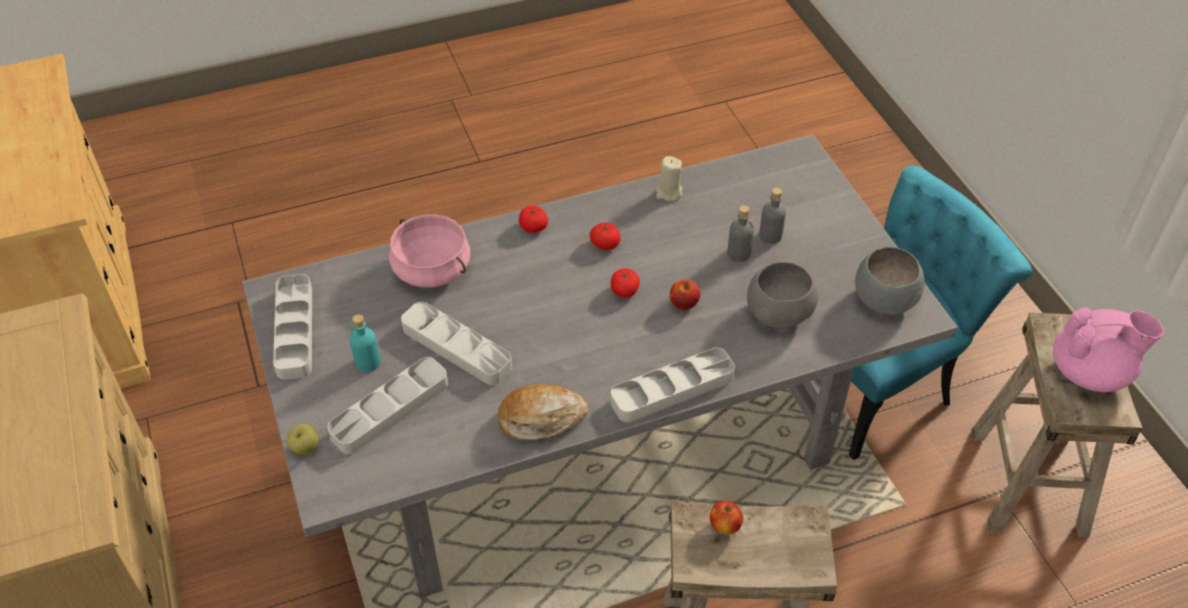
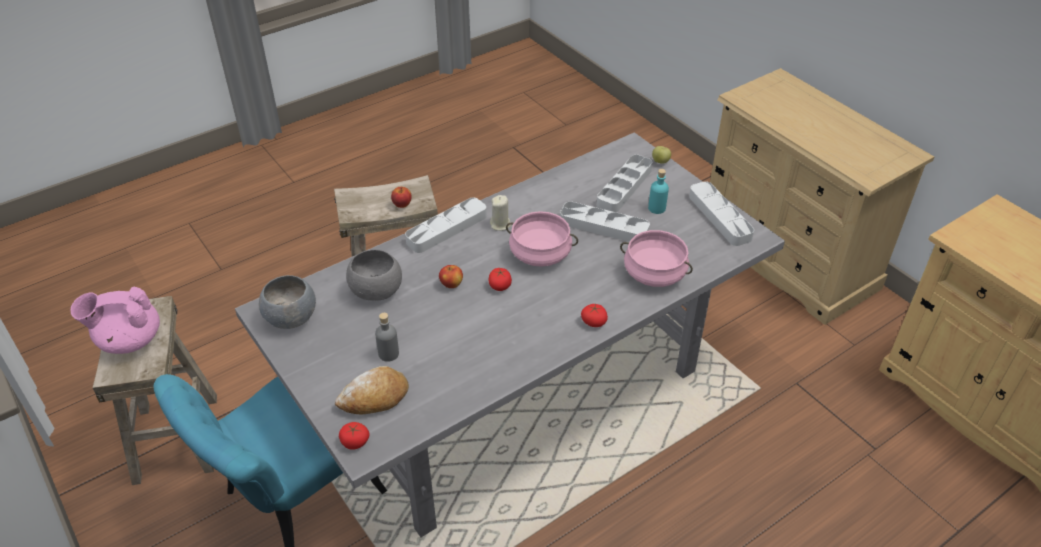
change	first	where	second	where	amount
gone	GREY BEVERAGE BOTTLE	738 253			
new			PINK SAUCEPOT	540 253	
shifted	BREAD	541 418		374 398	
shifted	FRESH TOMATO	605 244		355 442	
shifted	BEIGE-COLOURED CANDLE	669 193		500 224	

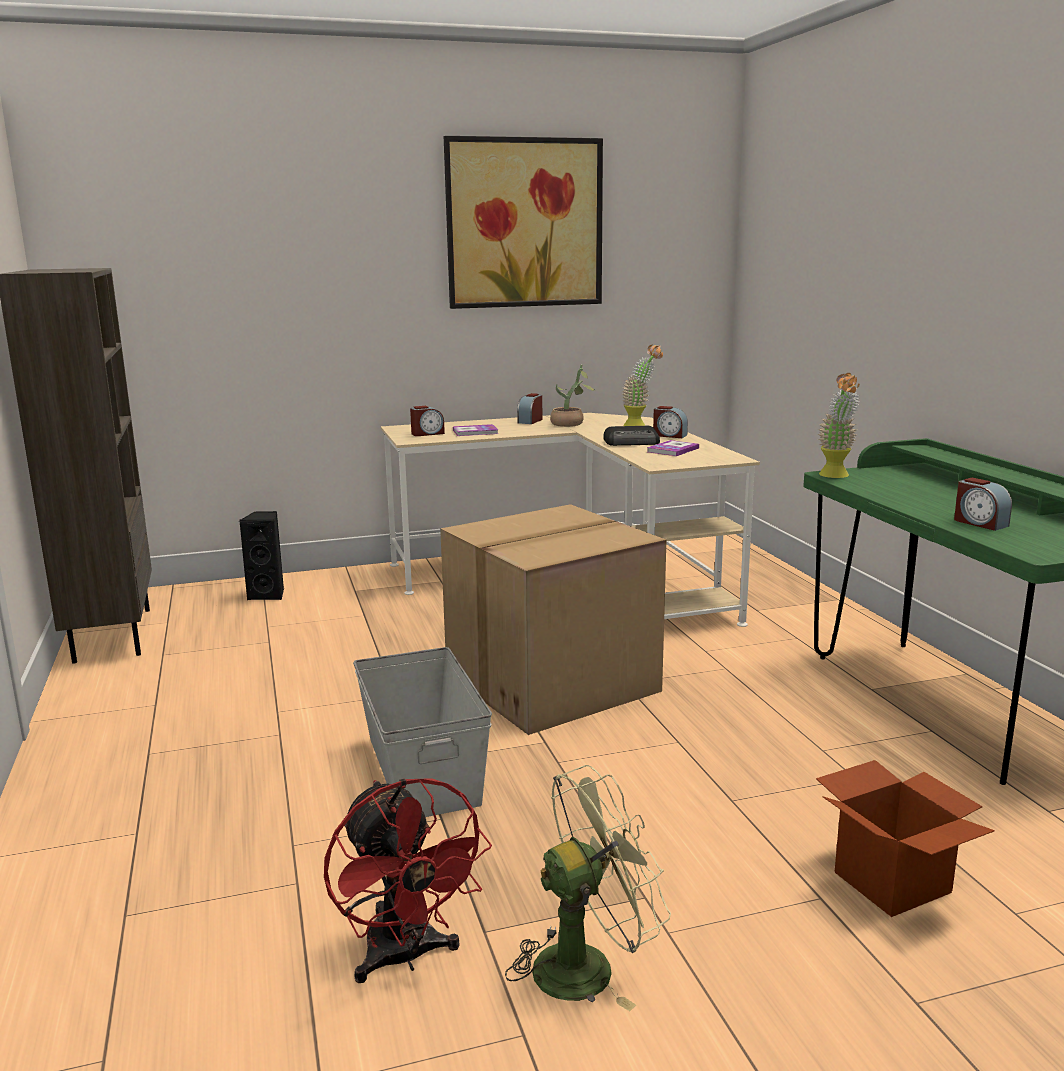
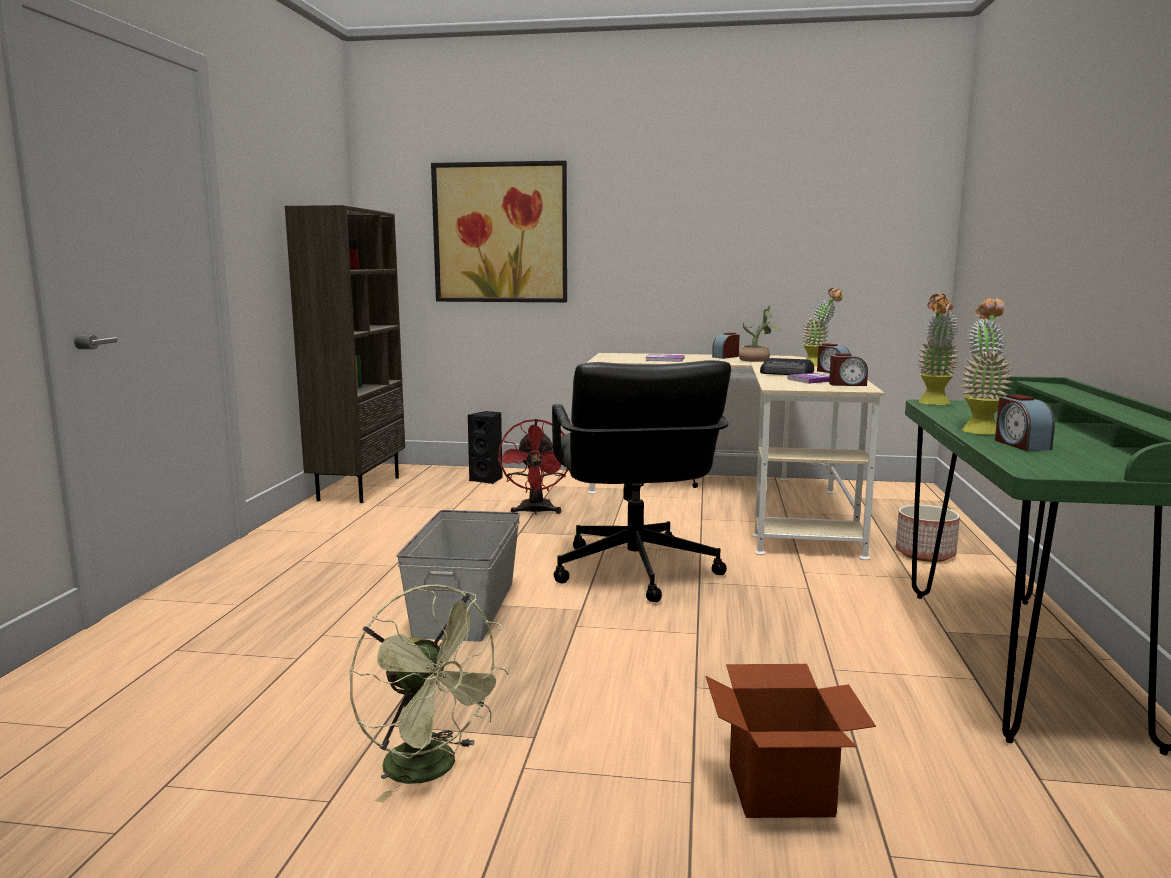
change	first	where	second	where	amount
new			FLOWER POT	926 554	
new			HOUSEPLANT	979 429	
shifted	RED COOLING FAN	405 958		536 512	
shifted	TABLE CLOCK	427 433		847 384	
shifted	PICTURE	524 223		500 233	
swapped	PACKING BOX	551 684	BLACK-COLOURED OFFICE CHAIR	634 571	
rotated	GREEN COOLING FAN	587 964		432 770	45 degrees clockwise

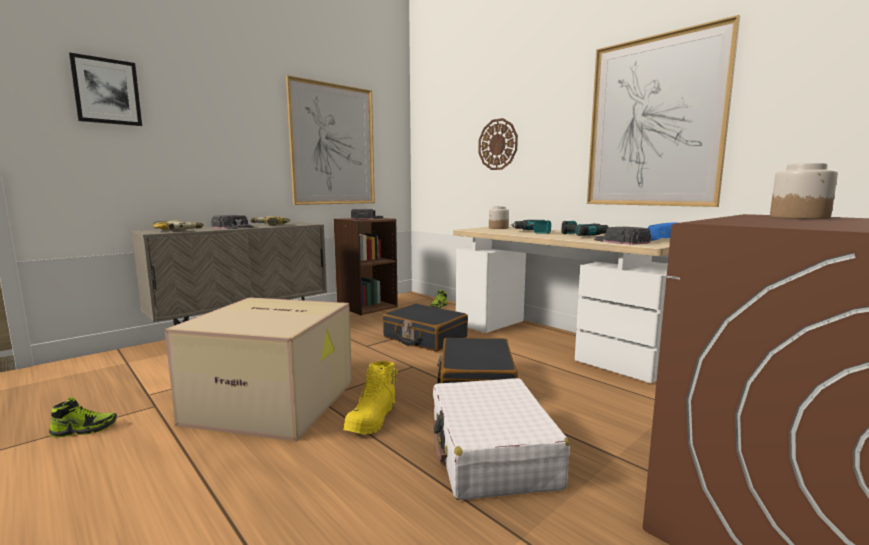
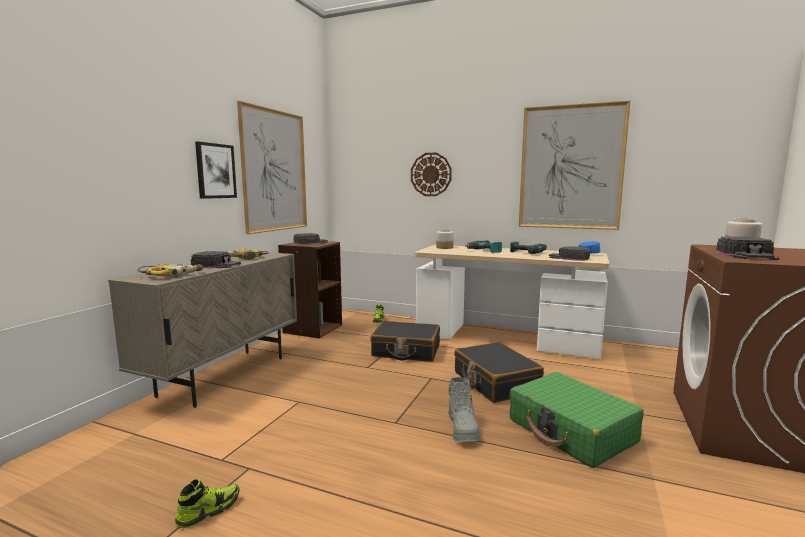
change	first	where	second	where	amount
gone	PACKING BOX	275 401			
new			BLACK-COLOURED CAP	747 255	
shifted	PICTURE	107 91		215 171	
repainted	YELLOWISH HIGH-TOP BOOT	372 420	GREY HIGH-TOP BOOT	463 429	
repainted	WHITE-COLOURED SUITCASE	491 453	GREEN SUITCASE	571 431	

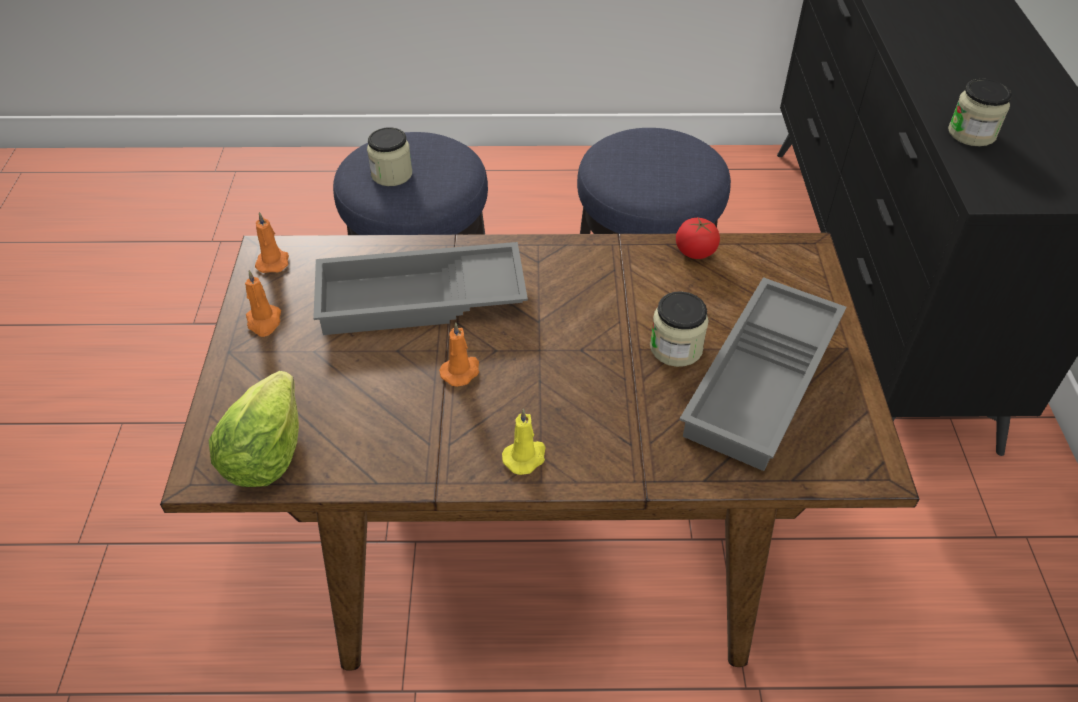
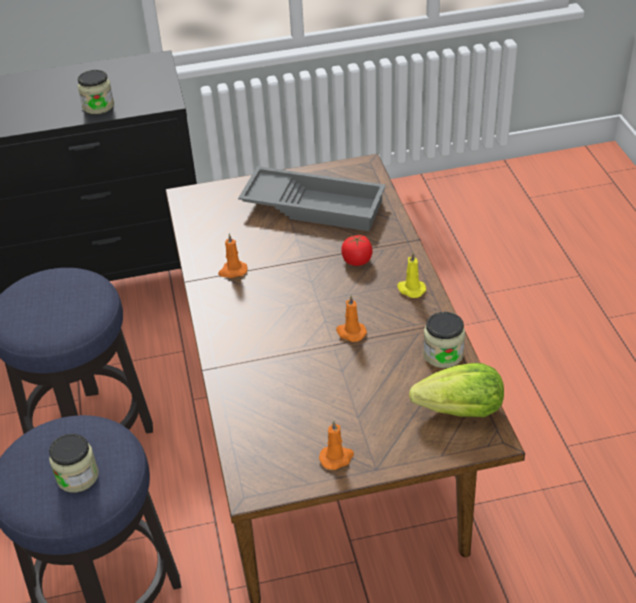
change	first	where	second	where	amount
gone	GREY CARRYING TRAY	420 301			
shifted	ORANGEY CANDLE	273 261		232 271	
shifted	PRESERVE JAR	676 348		443 354	
shifted	FRESH TOMATO	695 251		357 260	

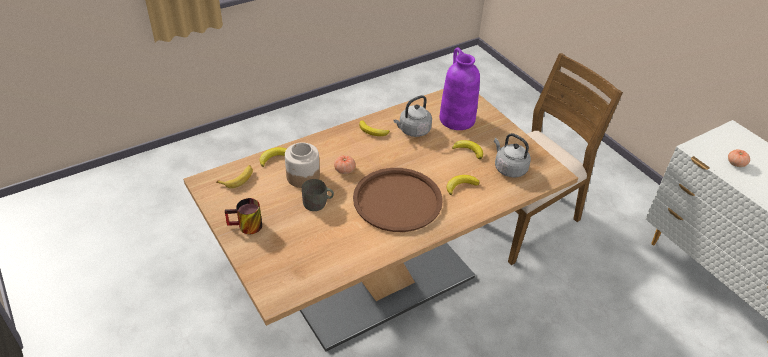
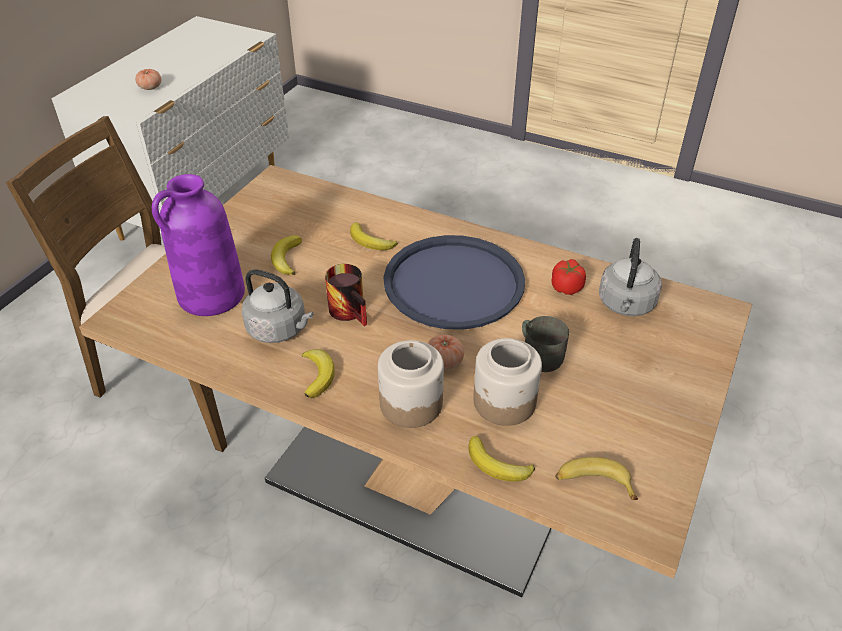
change	first	where	second	where	amount
new			PRESERVE JAR	411 403	
new			FRESH TOMATO	566 287	
shifted	COFFEE MUG	246 227		352 311	
shifted	GREY KETTLE	509 168		626 305	
repainted	BROWNISH CARRYING TRAY	397 200	BLUISH CARRYING TRAY	453 283	

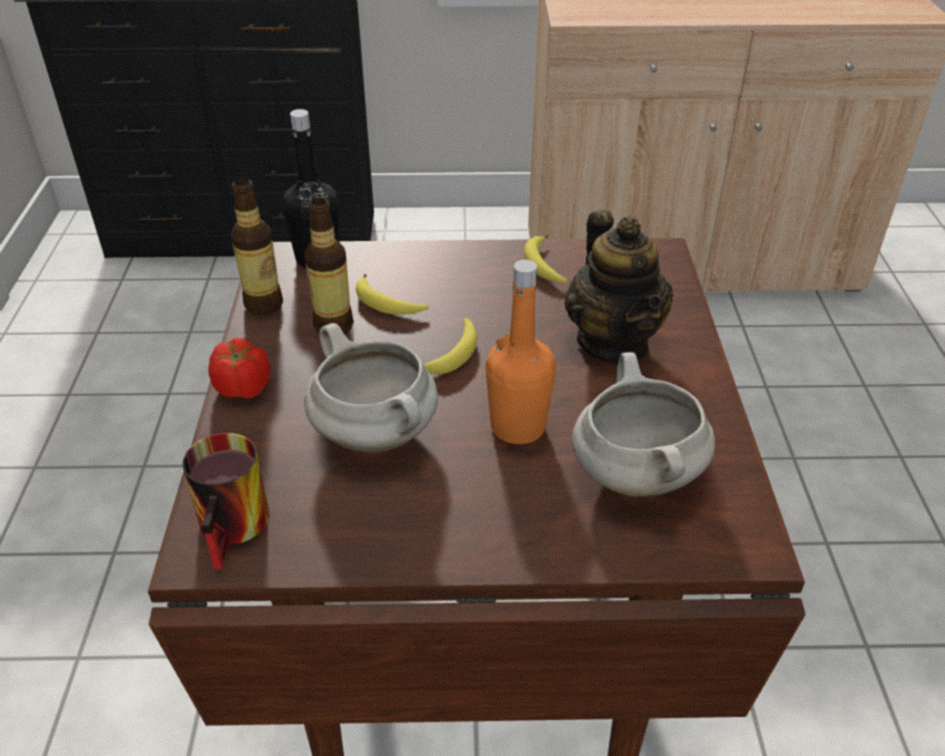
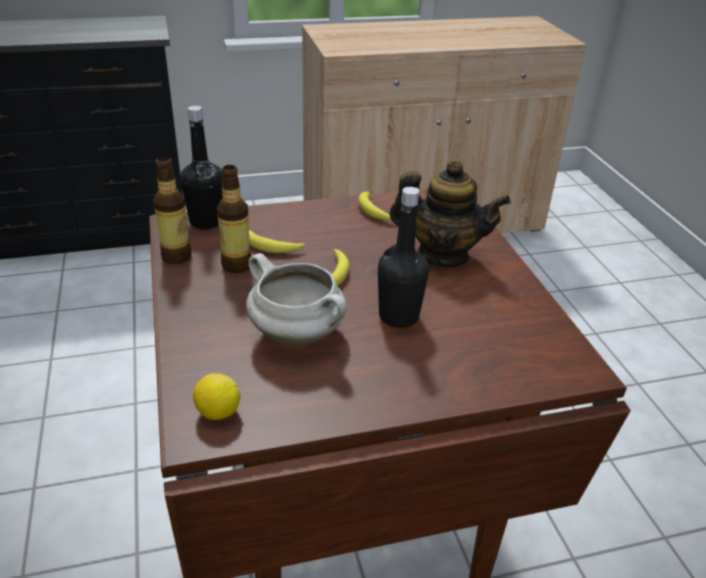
change	first	where	second	where	amount
gone	FRESH TOMATO	243 387			
gone	WHITE-COLOURED SAUCEPOT	634 474			
swapped	COFFEE MUG	238 528	WHOLE LEMON	218 412	
repainted	ORANGEY BEVERAGE BOTTLE	518 426	BLACK-COLOURED BEVERAGE BOTTLE	398 316	
rotated	POT FOR TEA	613 342		442 255	45 degrees counterclockwise

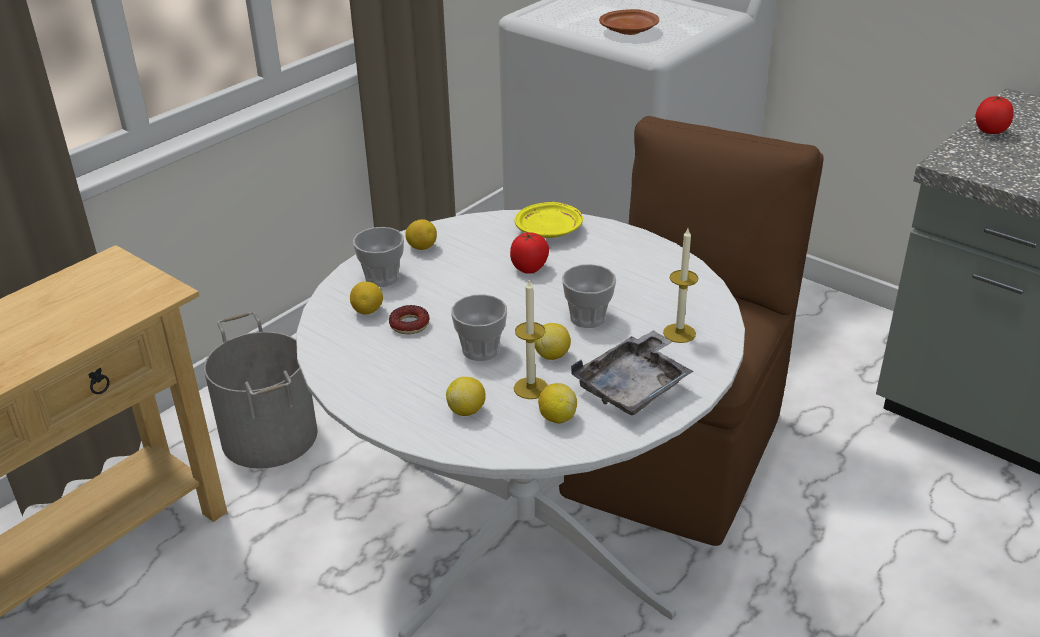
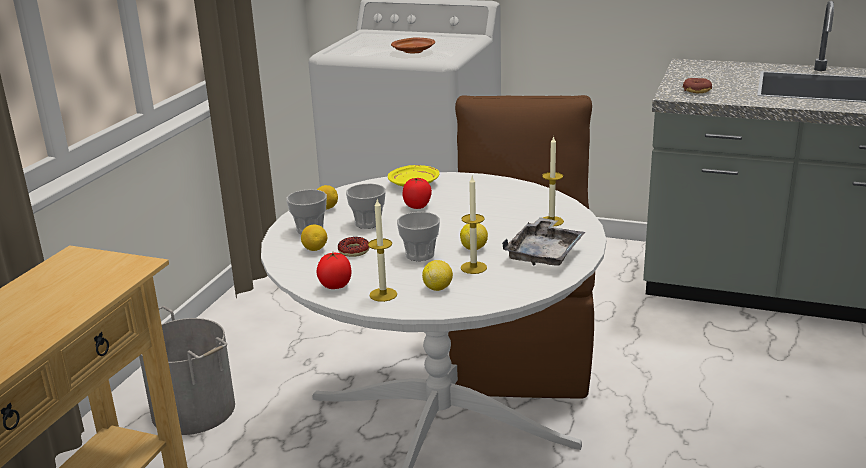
change	first	where	second	where	amount
gone	WHOLE LEMON	557 417			
new			CANDLE	383 294	
new			DOUGHNUT	697 90	
shifted	CUP	588 318		368 223	
shifted	FRESH TOMATO	989 132		335 287	

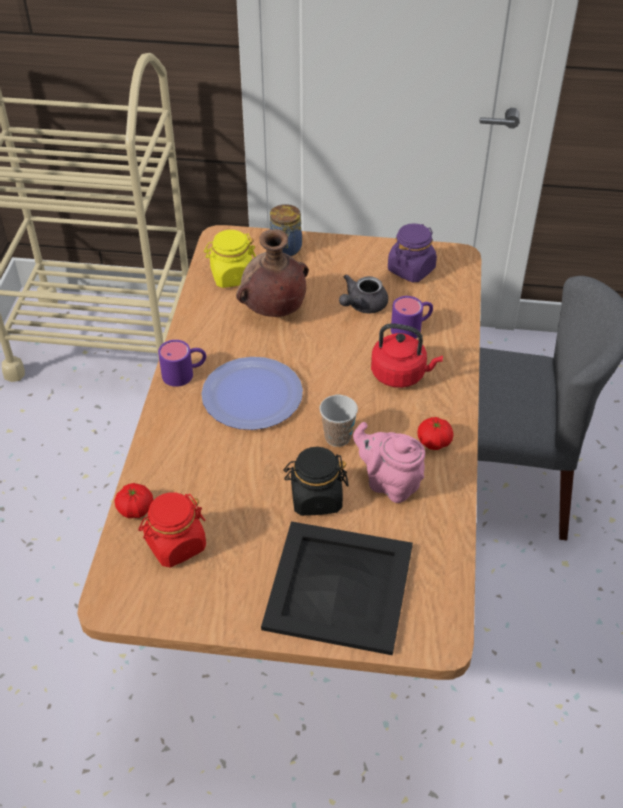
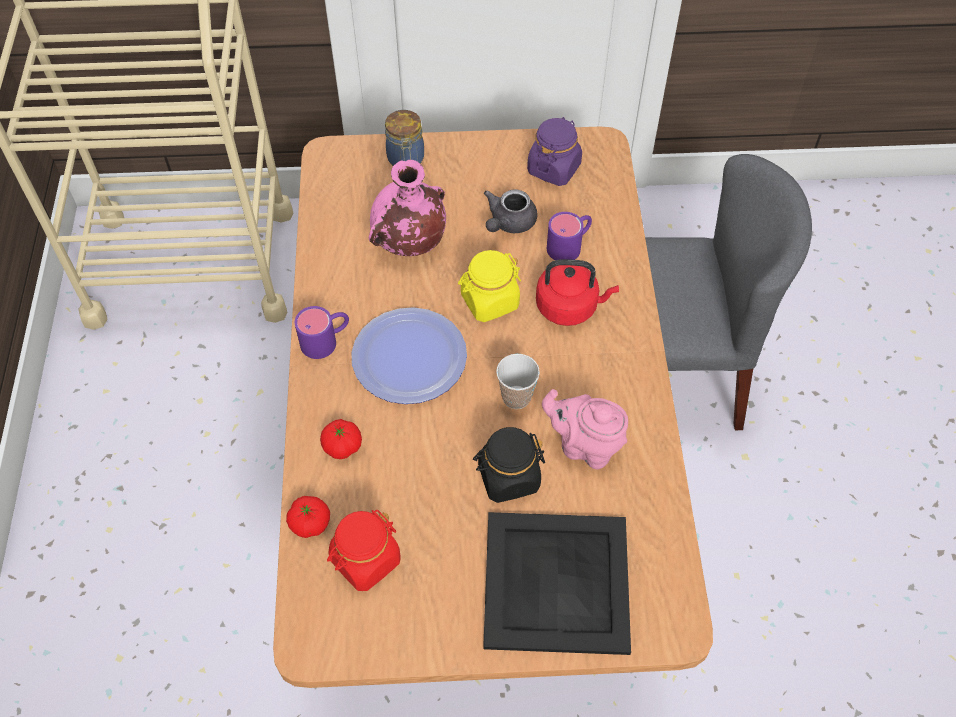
change	first	where	second	where	amount
shifted	YELLOWISH PRESERVE JAR	232 276		489 301	
shifted	FRESH TOMATO	434 442		342 446	
repainted	BROWNISH VASE	273 310	PINK VASE	409 243	

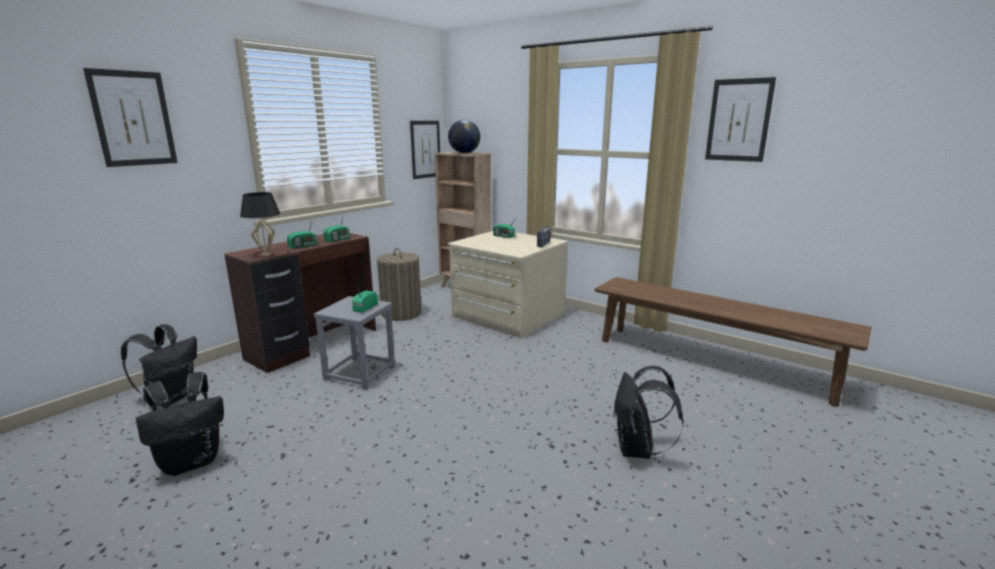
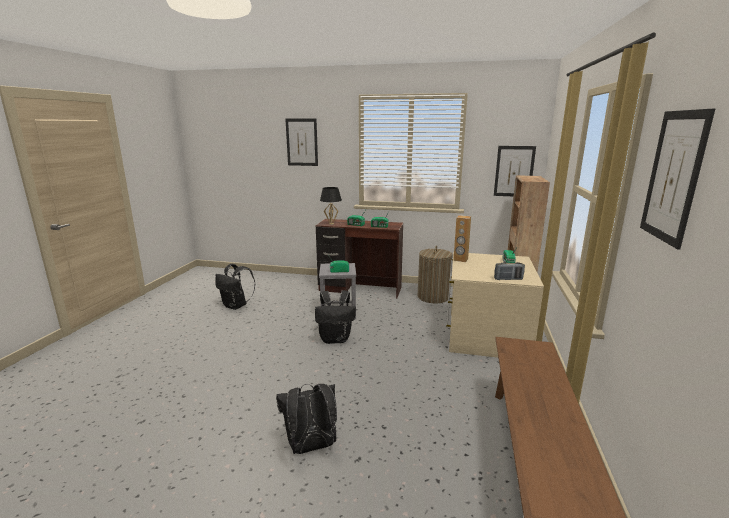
change	first	where	second	where	amount
gone	WORLD GLOBE	464 153			
new			BROWNISH LOUDSPEAKER	460 259	
shifted	BLACK-COLOURED KNAPSACK	171 397		335 339	

